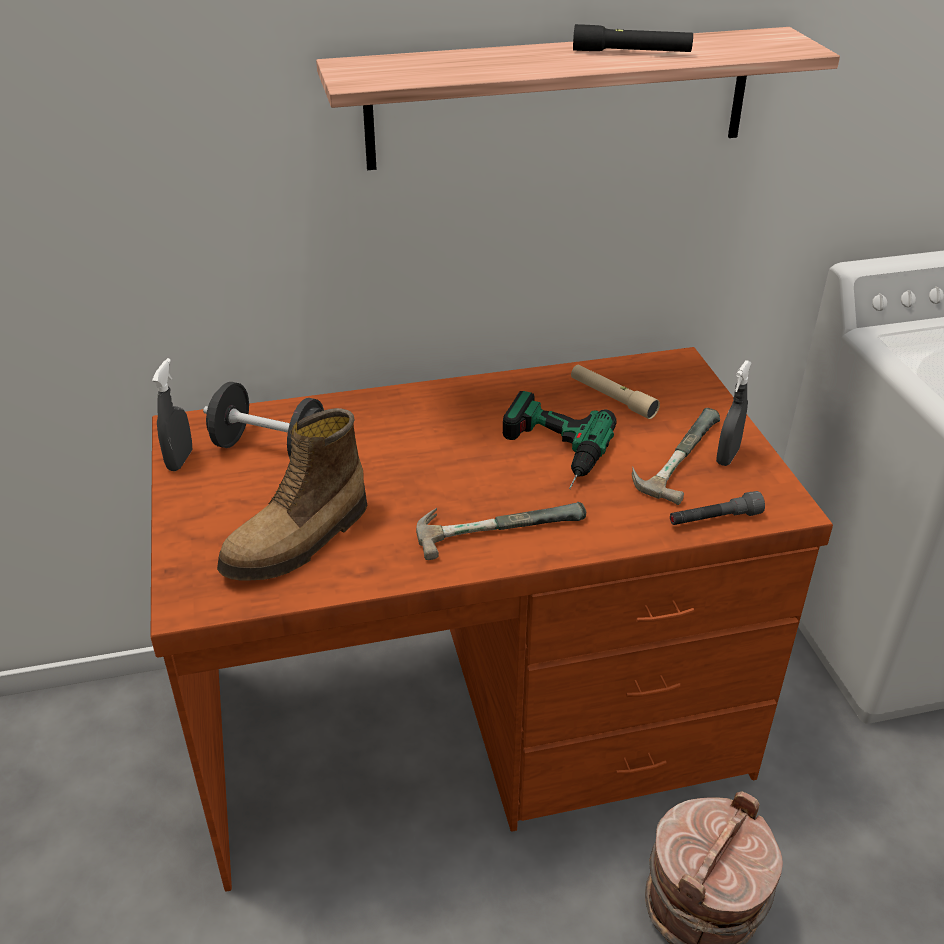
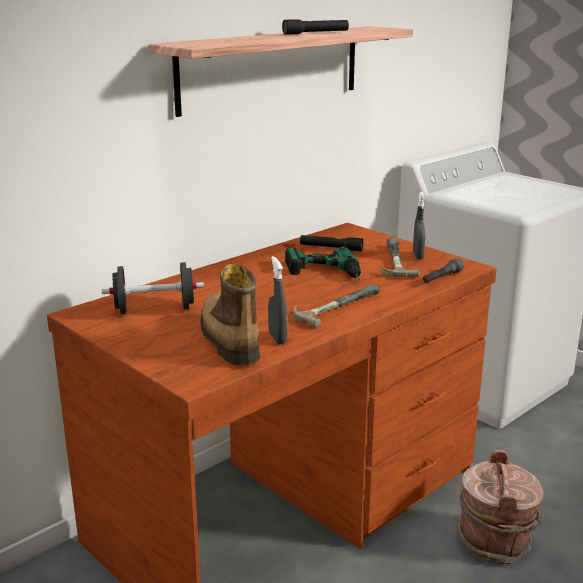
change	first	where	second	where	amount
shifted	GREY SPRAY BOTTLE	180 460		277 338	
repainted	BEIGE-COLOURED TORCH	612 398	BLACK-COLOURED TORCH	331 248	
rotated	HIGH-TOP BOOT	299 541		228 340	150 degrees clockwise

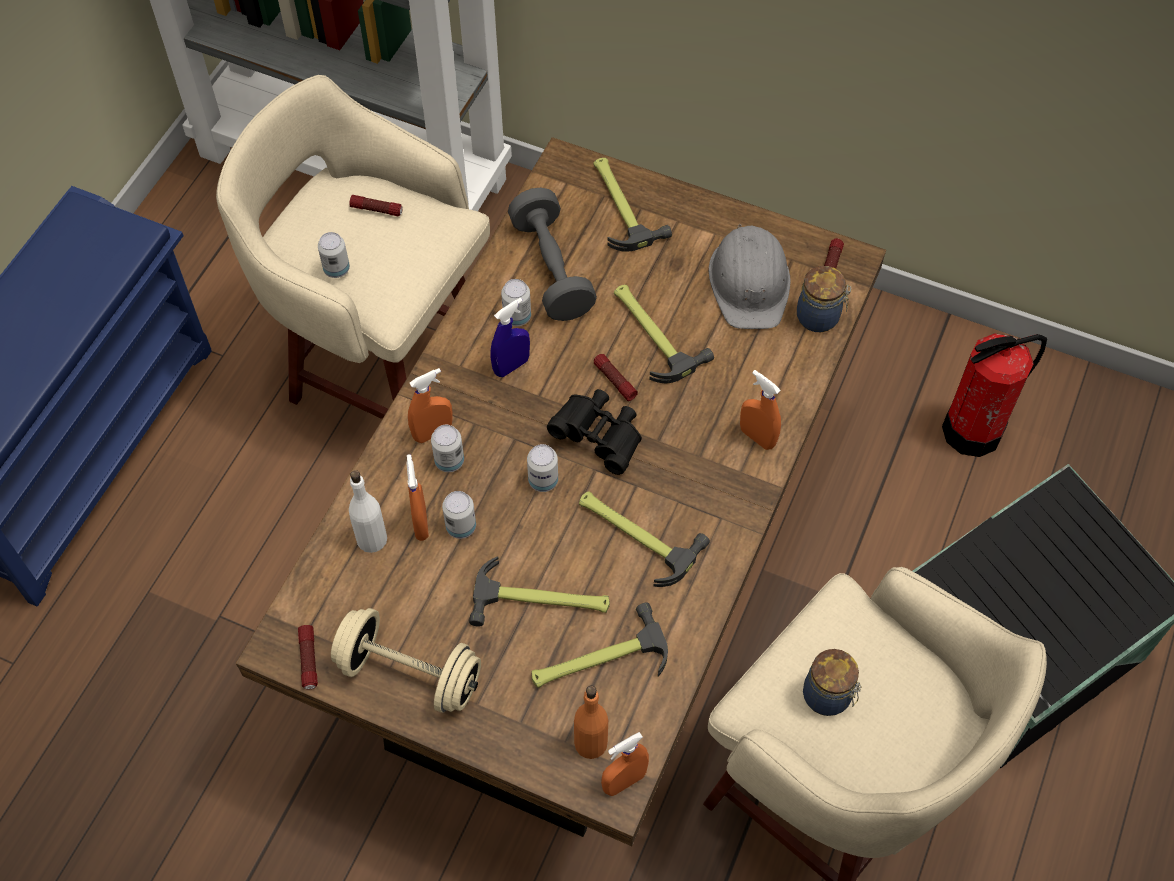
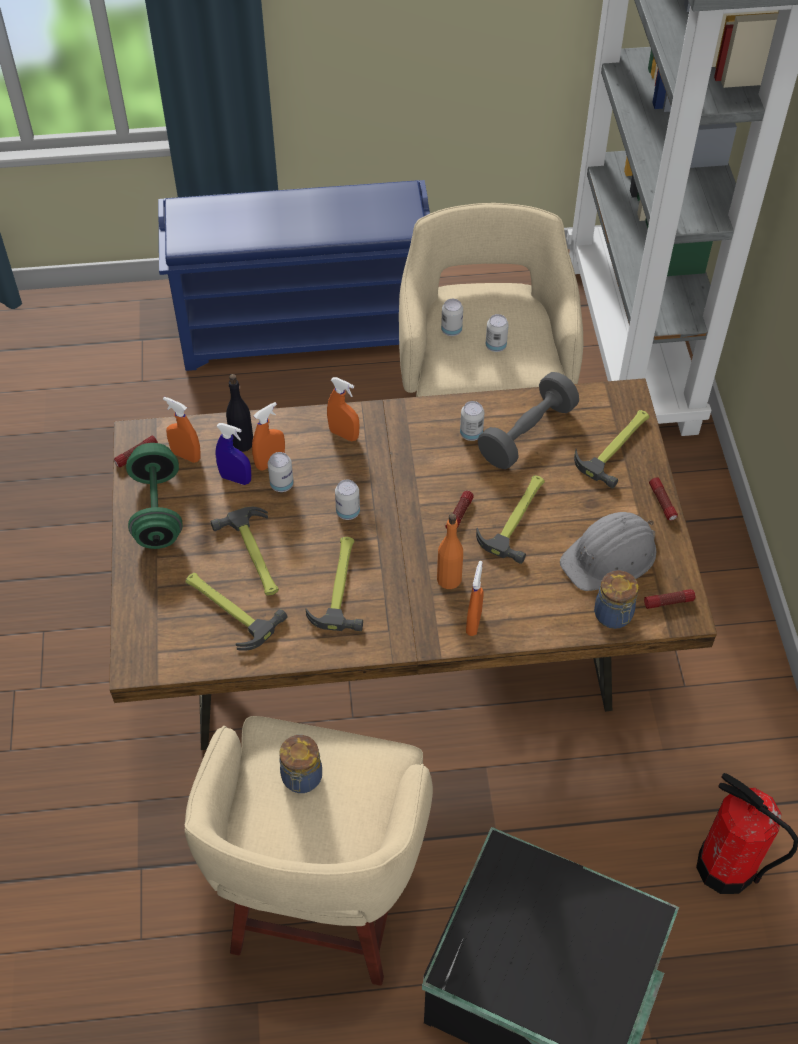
change	first	where	second	where	amount
gone	BLACK-COLOURED PAIR OF BINOCULARS	599 437			
shifted	TORCH	376 209		662 502	
shifted	CAN	449 461		495 346	
shifted	BLUISH SPRAY BOTTLE	511 366		235 478	
shifted	ORANGEY BEVERAGE BOTTLE	590 742		449 579	
shifted	ORANGEY SPRAY BOTTLE	624 782		186 455	
repainted	BEIGE-COLOURED FREE WEIGHT	409 673	GREEN FREE WEIGHT	157 510	
repainted	WHITE-COLOURED BEVERAGE BOTTLE	371 539	BLACK-COLOURED BEVERAGE BOTTLE	242 442	

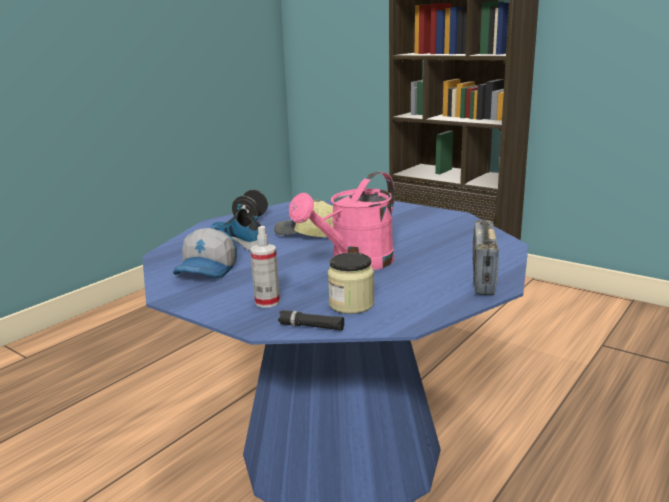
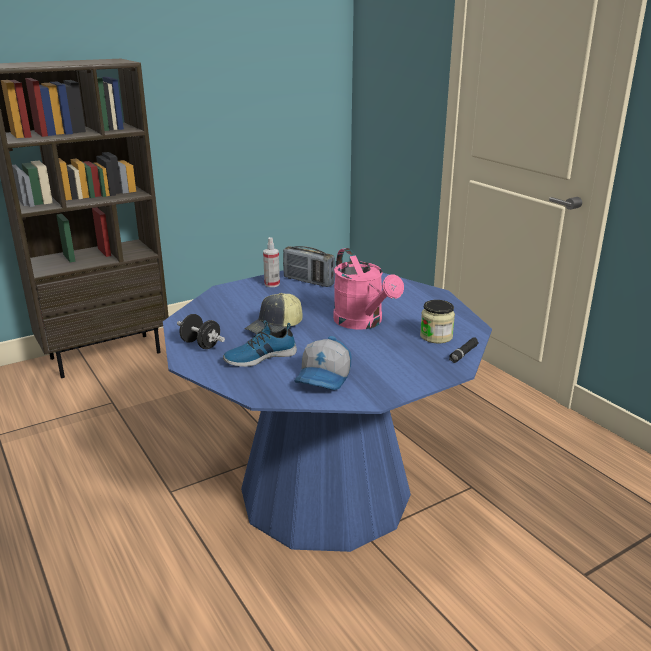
change	first	where	second	where	amount
shifted	SPRAY BOTTLE	267 302		272 284	
shifted	RADIO SET	482 279		308 281	
rotated	CAP	208 269		325 377	75 degrees clockwise

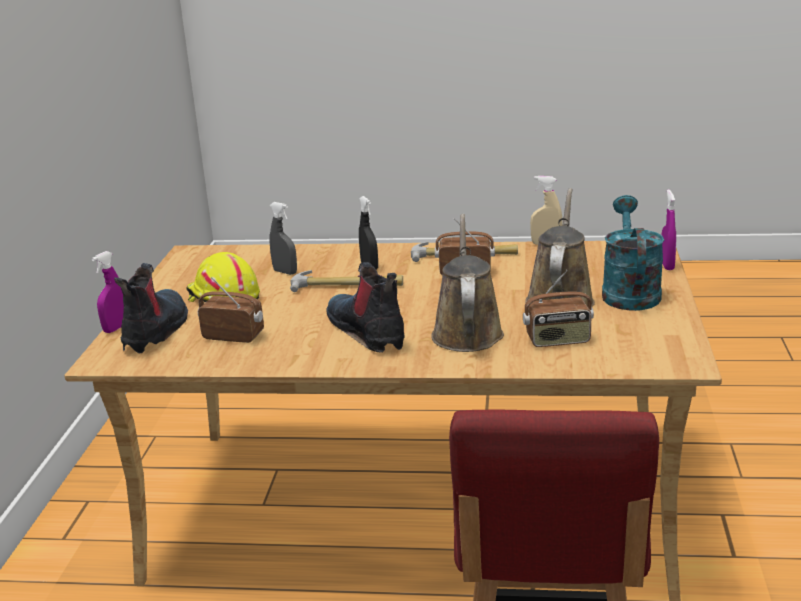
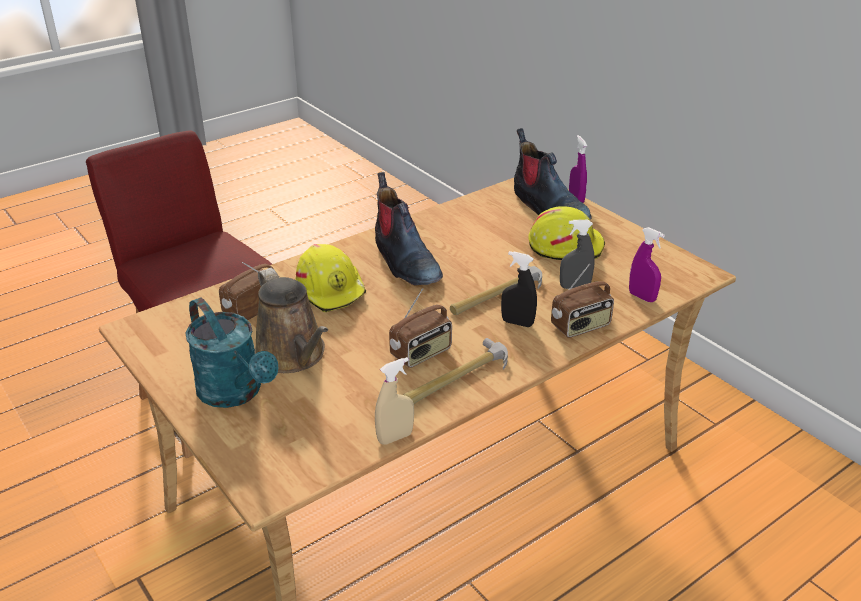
change	first	where	second	where	amount
shifted	RADIO SET	234 336		581 326	
shifted	PURPLE SPRAY BOTTLE	667 265		642 297	
swapped	BROWNISH WATERING CAN	467 332	YELLOWISH HARD HAT	331 290	
rotated	HIGH-TOP BOOT	368 332		404 261	45 degrees clockwise

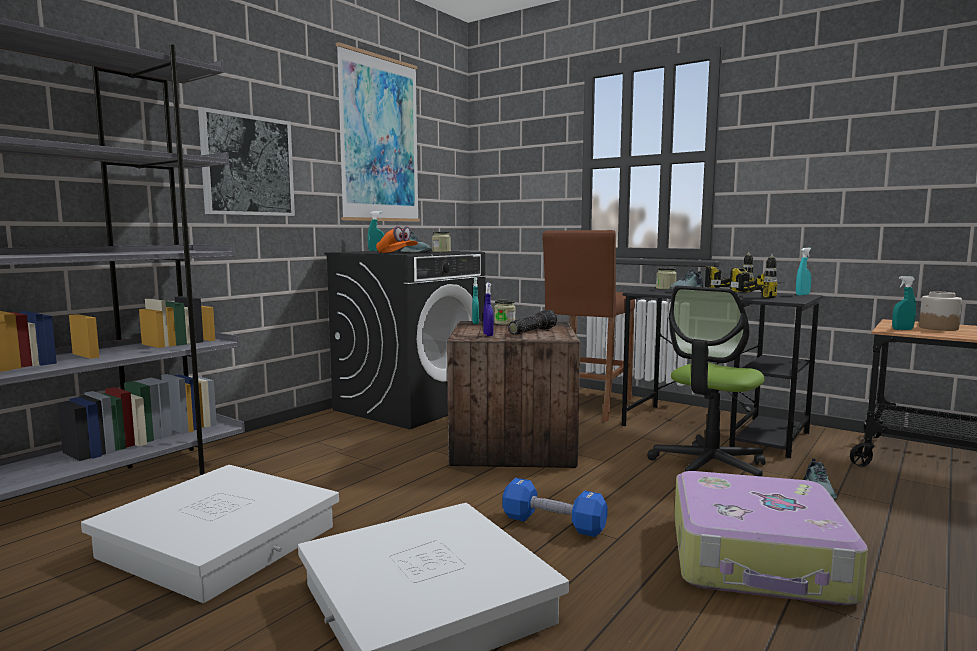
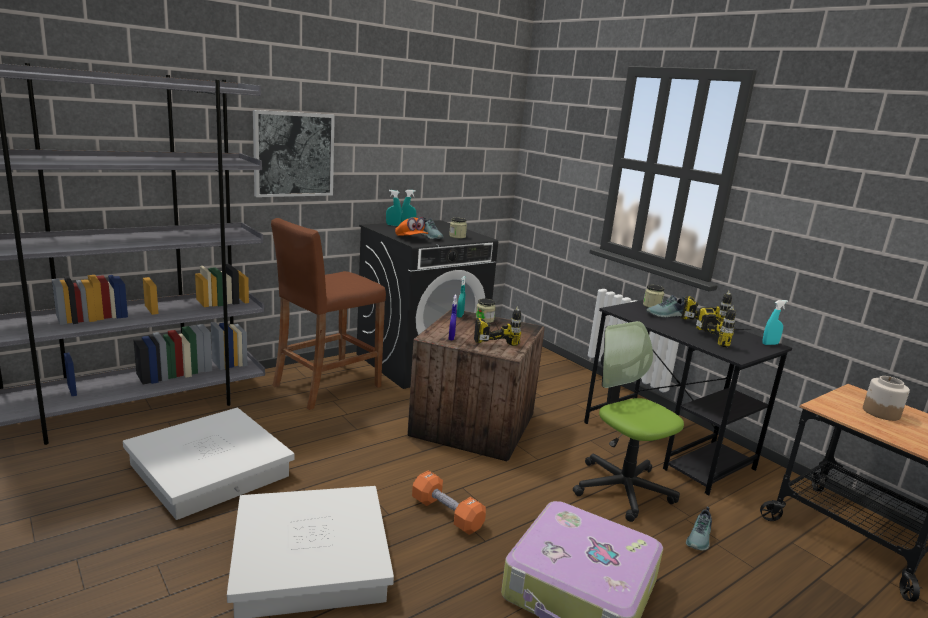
change	first	where	second	where	amount
gone	PICTURE	379 139			
shifted	BROWNISH STOOL SEAT	586 406		326 386	
shifted	BLUE-GREEN SPRAY BOTTLE	902 329		393 225	
swapped	TORCH	532 331	ELECTRIC DRILL	493 338	
repainted	BLUISH FREE WEIGHT	553 524	ORANGEY FREE WEIGHT	446 514	
rotated	OFFICE CHAIR	709 468		622 489	90 degrees clockwise

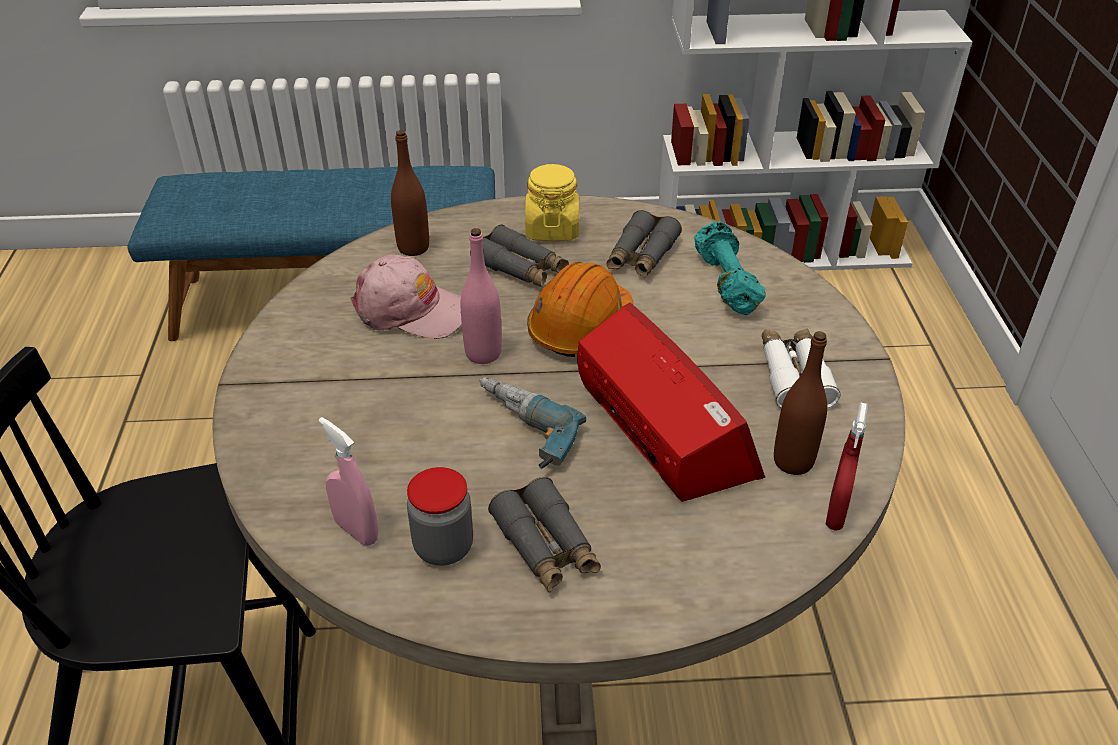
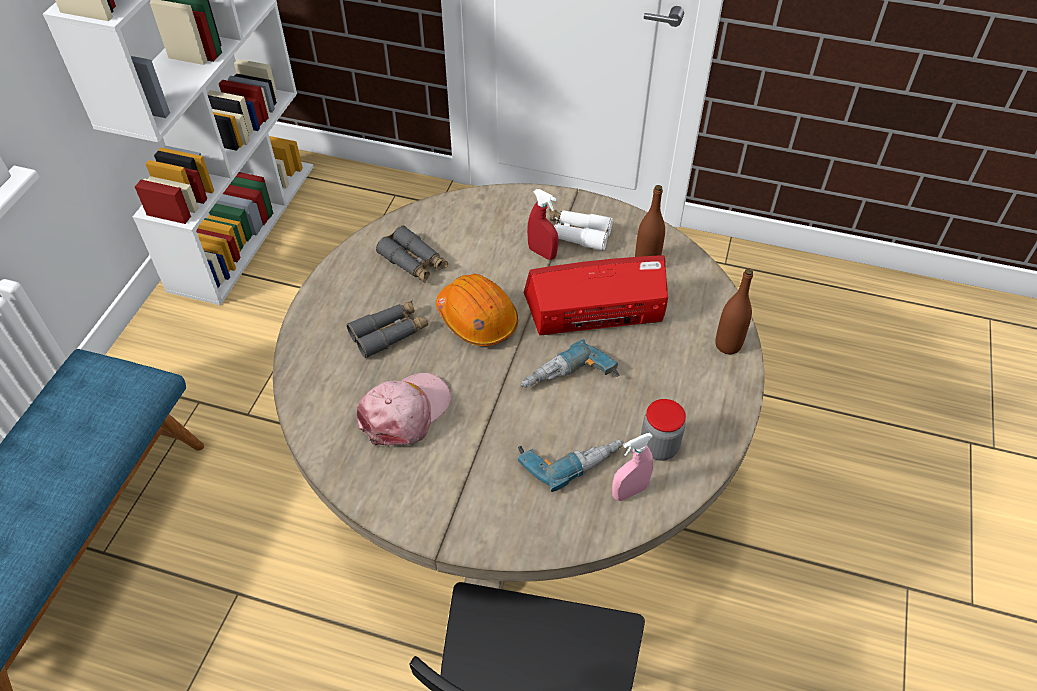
change	first	where	second	where	amount
gone	PINK BEVERAGE BOTTLE	483 353			
gone	GREY PAIR OF BINOCULARS	546 546			
gone	YELLOWISH PRESERVE JAR	552 229			
gone	BLUE-GREEN FREE WEIGHT	725 283			
new			ELECTRIC DRILL	569 456	
shifted	BROWNISH BEVERAGE BOTTLE	413 248		728 345	
shifted	RED SPRAY BOTTLE	836 513		542 253	

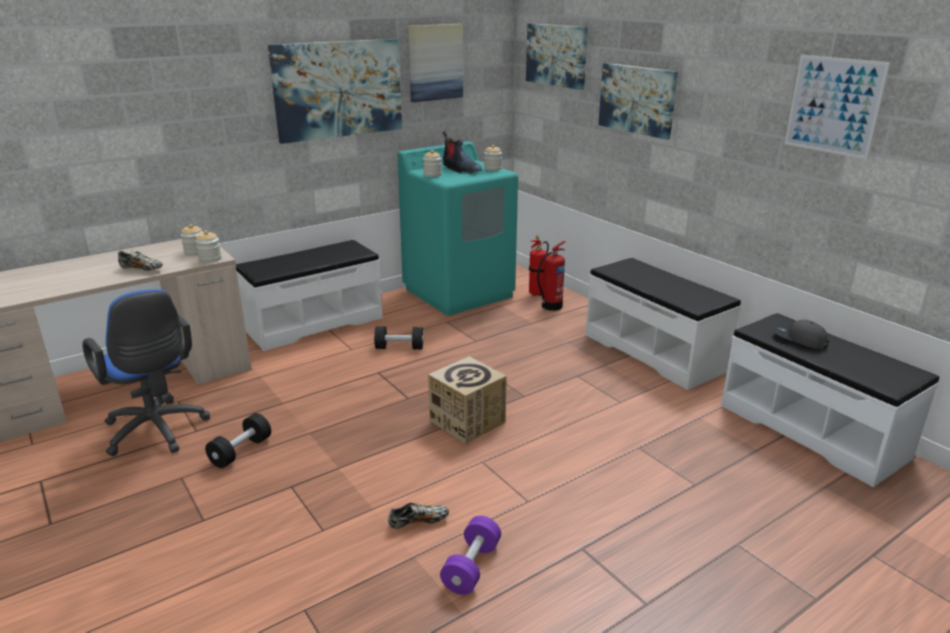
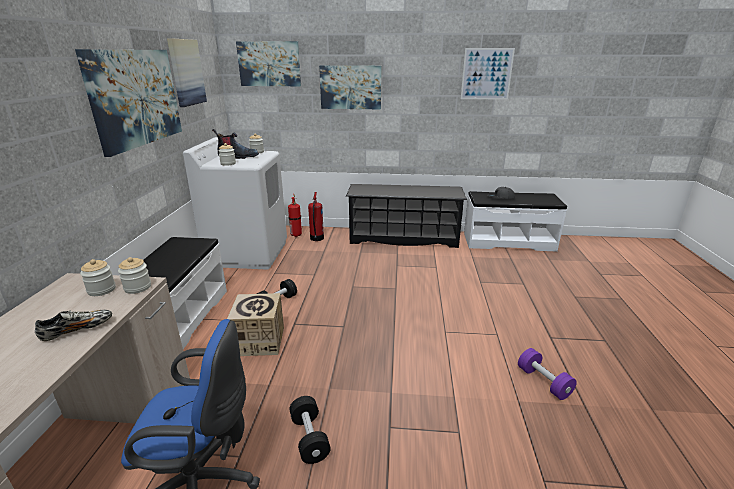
change	first	where	second	where	amount
gone	ITEM OF FOOTWEAR	418 522			
shifted	PACKING BOX	467 421		259 341	
swapped	WHITE-COLOURED LONG SEAT	654 352	BLACK-COLOURED SHOE STAND	403 238	
repainted	BLUE-GREEN WASHING MACHINE	459 292	WHITE-COLOURED WASHING MACHINE	248 253	

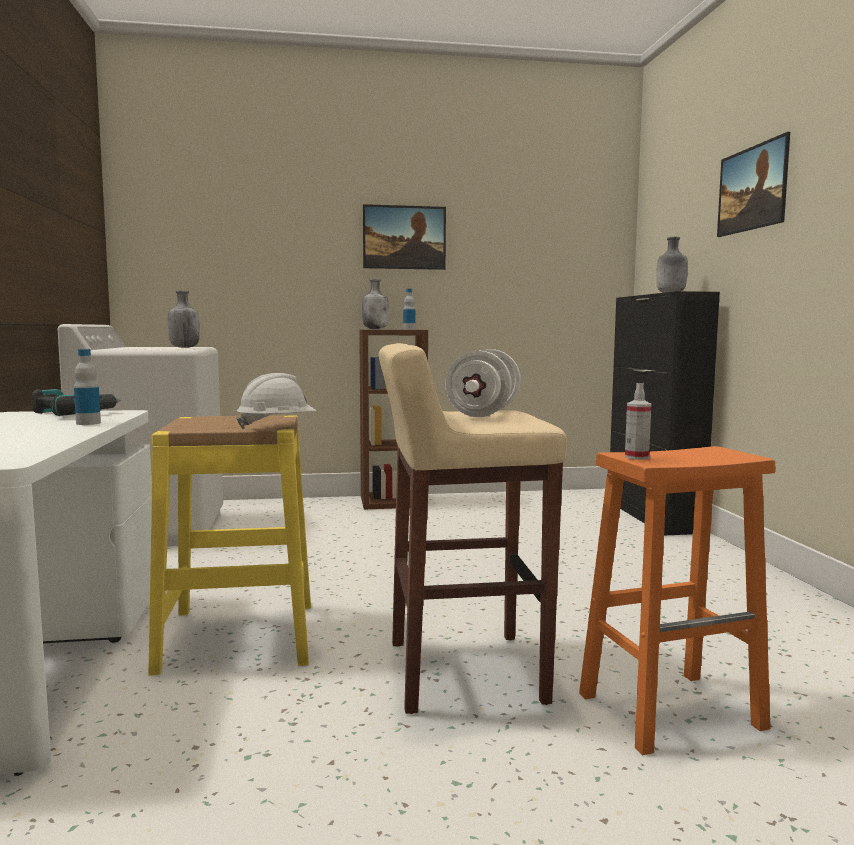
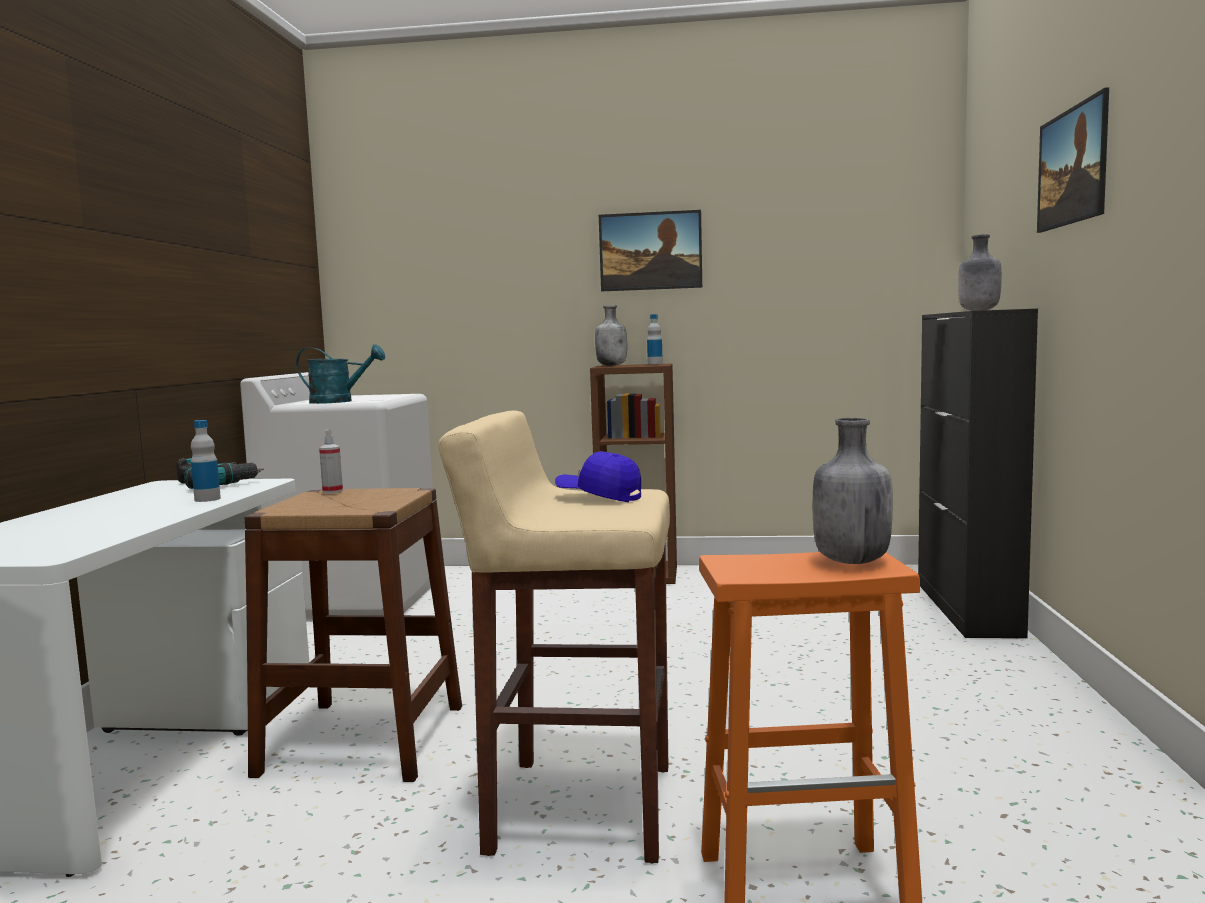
change	first	where	second	where	amount
gone	WHITE-COLOURED HARD HAT	277 426			
new			BLUE-GREEN WATERING CAN	339 401	
shifted	GREY BEVERAGE BOTTLE	184 347		850 561	
shifted	SPRAY BOTTLE	636 457		332 491	
swapped	WHITE-COLOURED FREE WEIGHT	483 413	BLUISH CAP	599 497	
repainted	YELLOWISH STOOL SEAT	239 636	BROWNISH STOOL SEAT	364 739	

